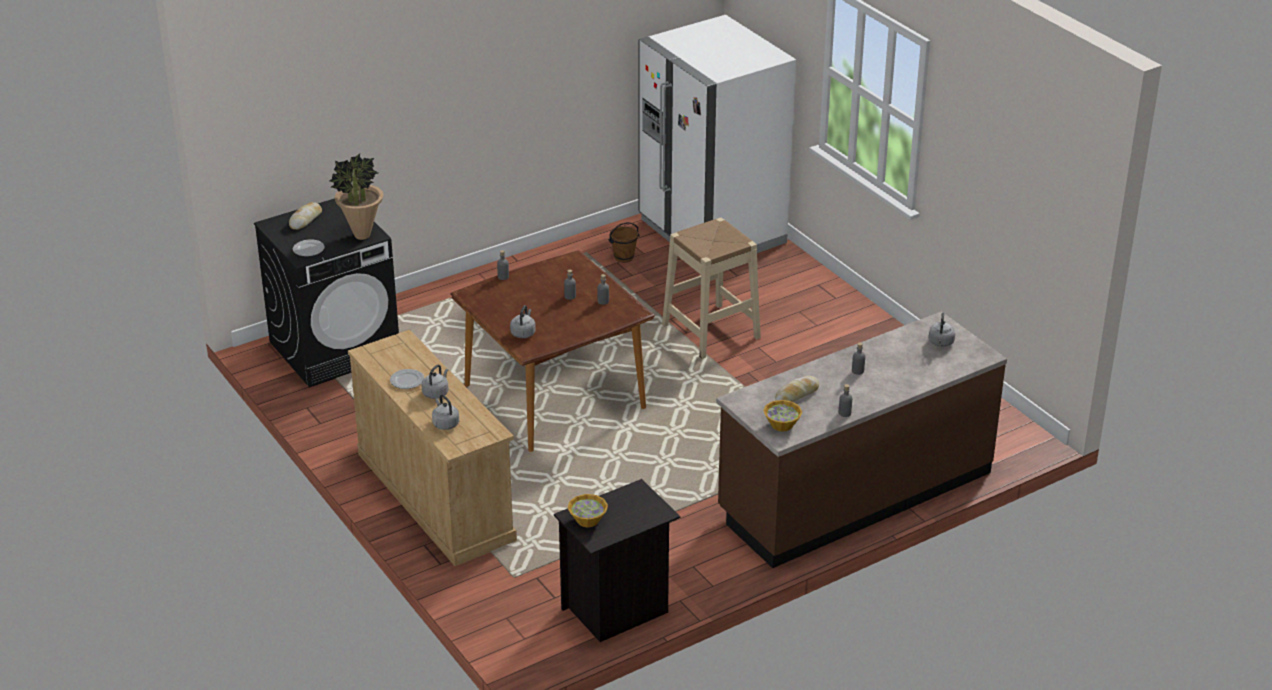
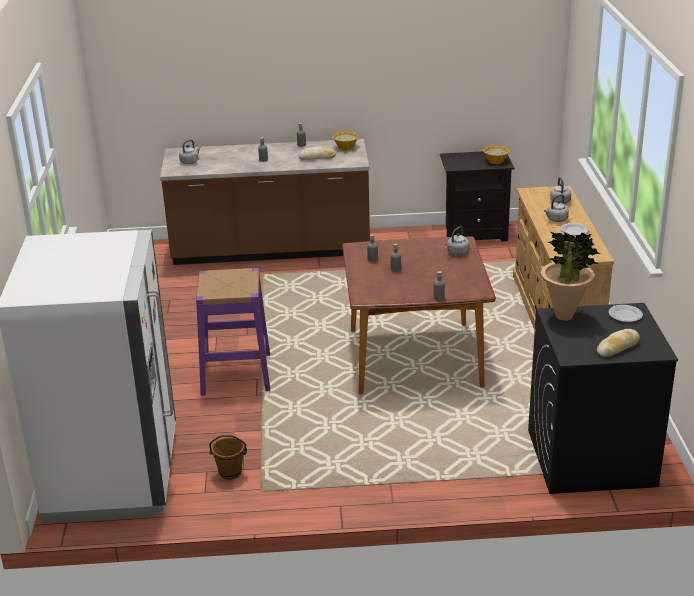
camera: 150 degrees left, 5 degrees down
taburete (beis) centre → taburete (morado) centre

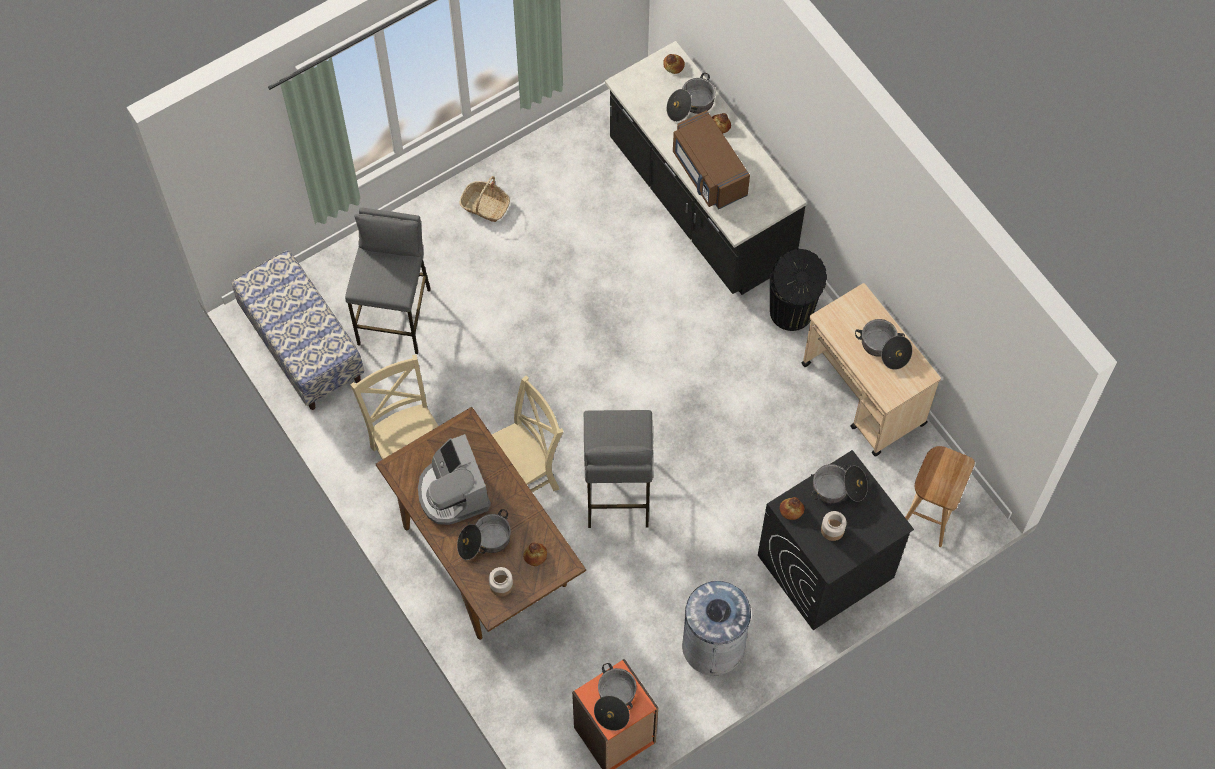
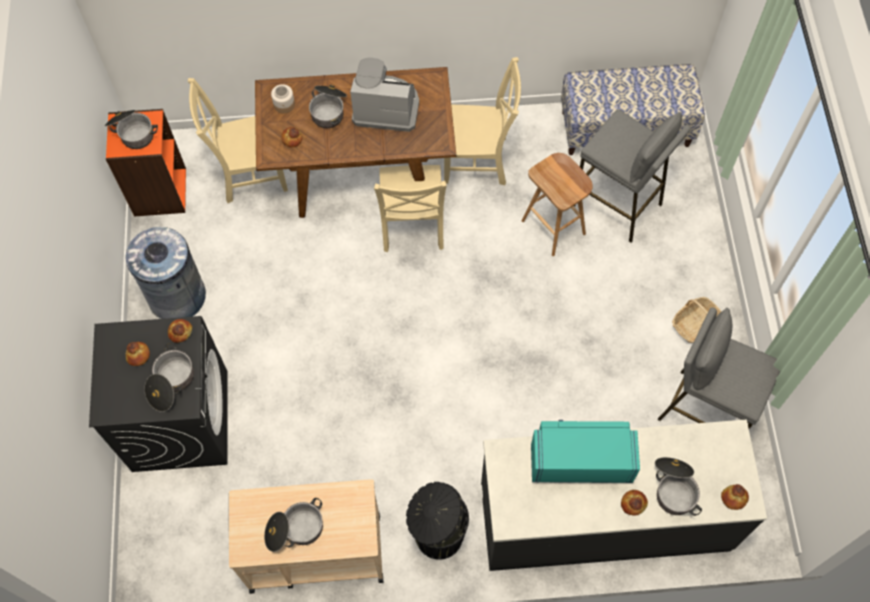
camera: 120 degrees right, 0 degrees up
tarro (no. 2 from left) bottom right → pan (no. 1 from left) middle left
- → silla (beis) (no. 1 from left) top left
taburete (marrón) middle right → taburete (marrón) centre, shifted
microondas (marrón) top centre → microondas (turquesa) bottom right
taburete (gris) (no. 2 from left) centre → taburete (gris) (no. 2 from left) middle right, shifted

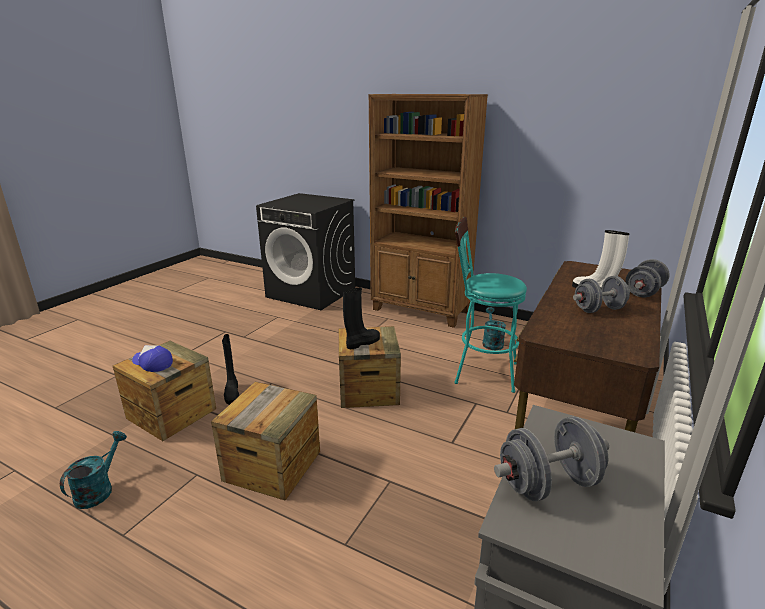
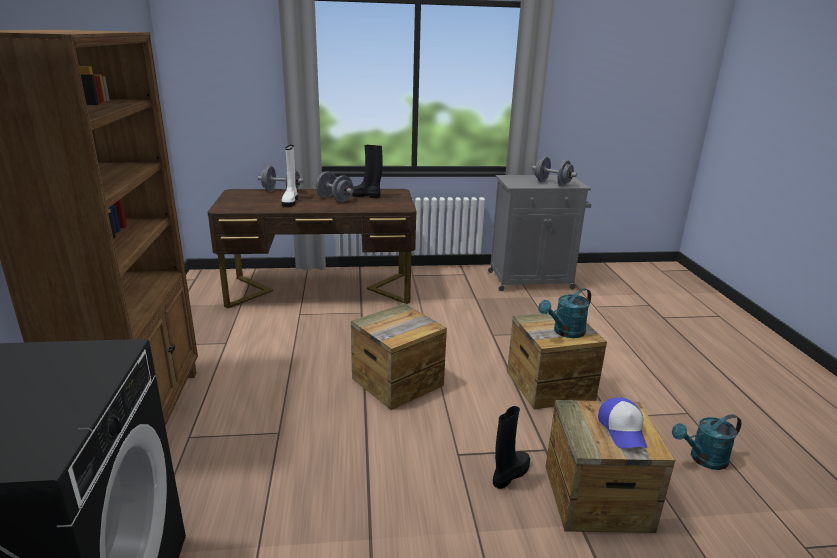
camera: 125 degrees left, 0 degrees up
bota (negro) (no. 2 from left in the first image) centre → bota (negro) (no. 1 from left) top centre, shifted
regadera (turquesa) (no. 2 from left in the first image) centre → regadera (turquesa) (no. 1 from left) middle right, shifted
taburete (turquesa) centre → -

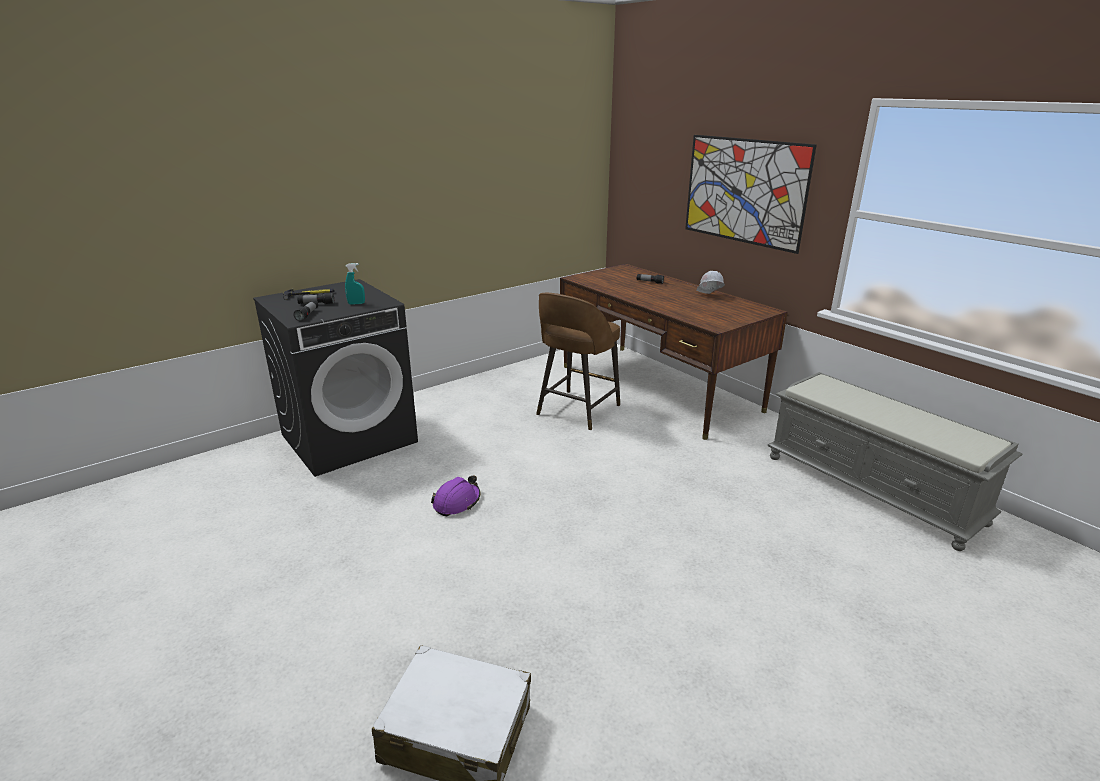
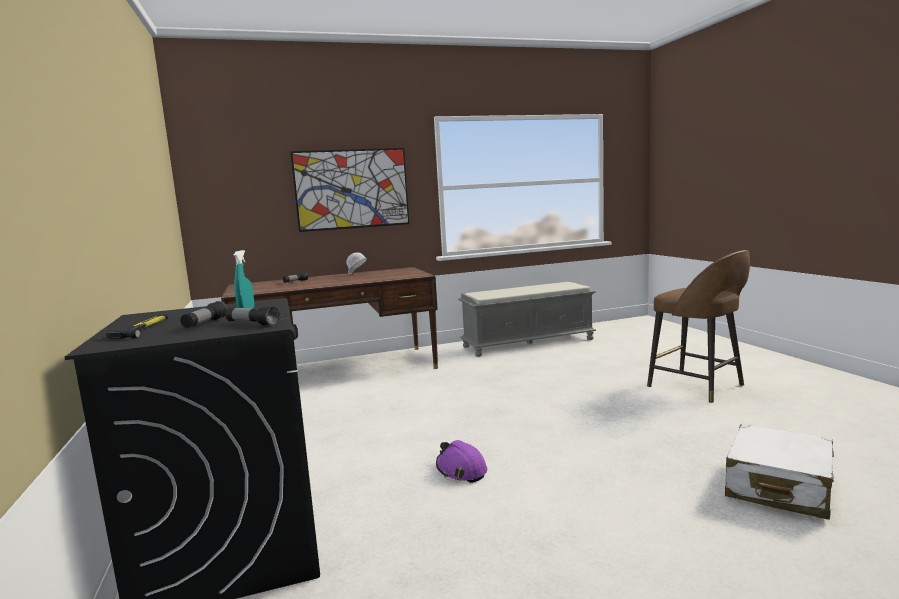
camera: 70 degrees left, 15 degrees down
taburete (marrón) centre → taburete (marrón) middle right, shifted

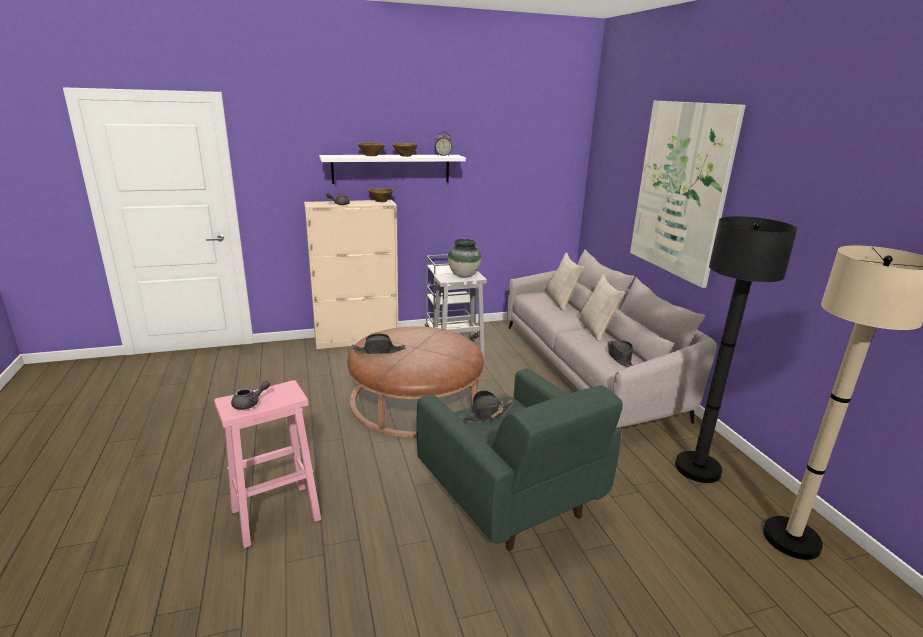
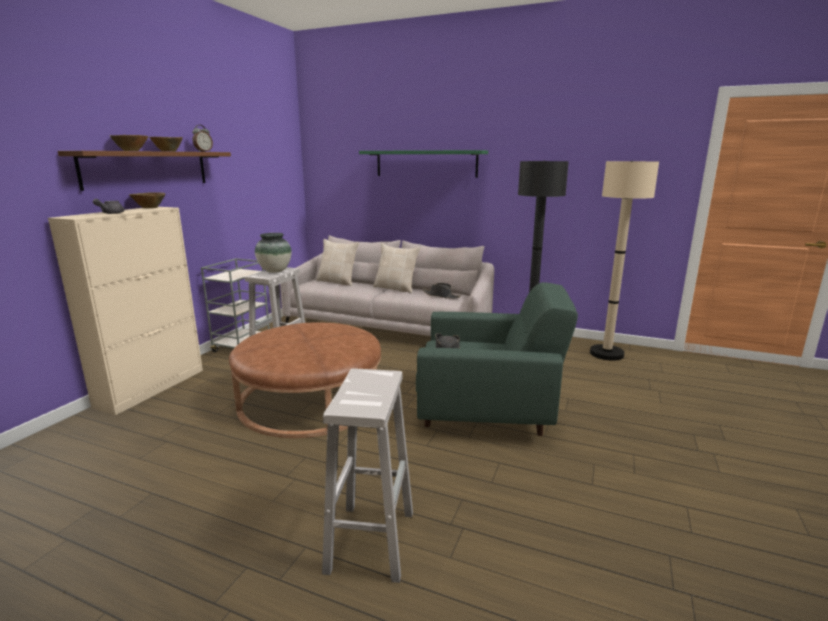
camera: 50 degrees left, 5 degrees down
estante (blanco) top centre → estante (marrón) top left
taburete (rosa) bottom left → taburete (blanco) (no. 2 from left) bottom centre
cuadro top right → estante (verde) top centre
tetera (gris) (no. 1 from left) middle left → -
sombrero (negro) (no. 1 from left) centre → -

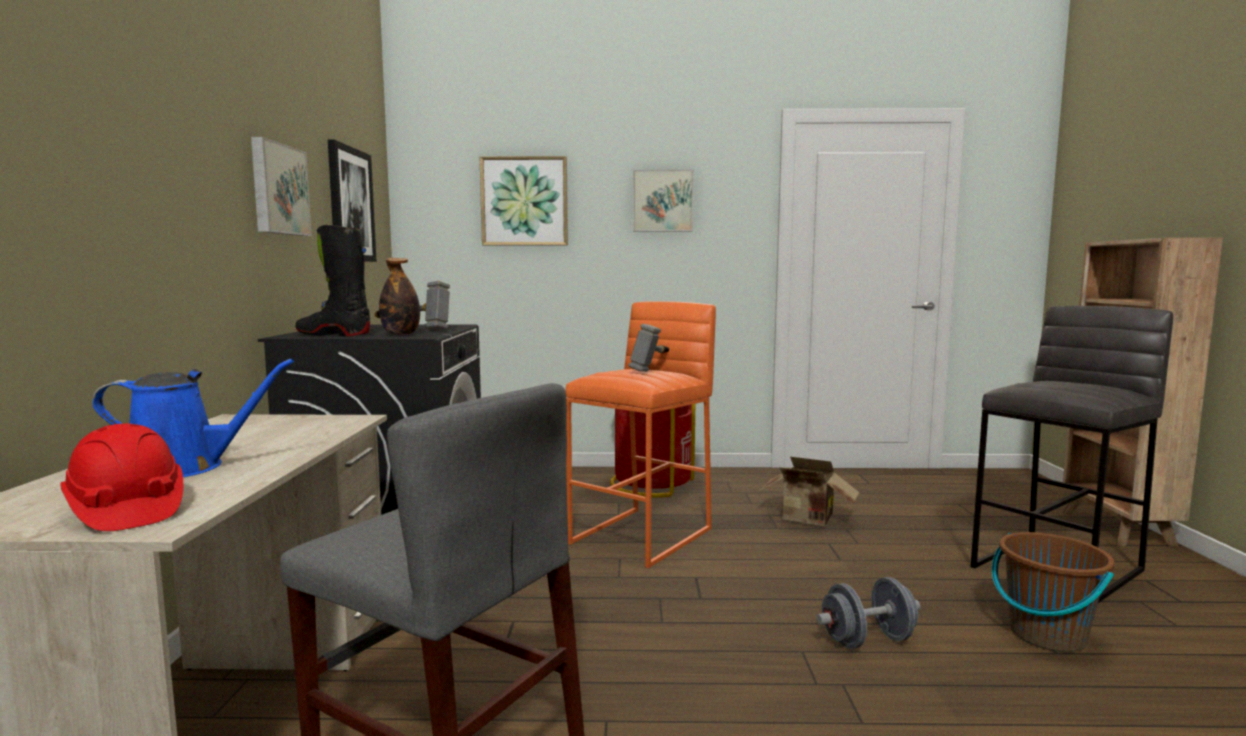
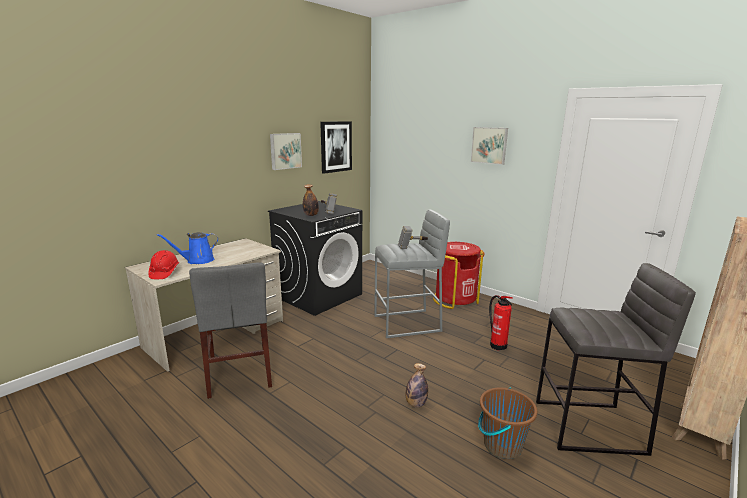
camera: 40 degrees right, 10 degrees up
regadera (azul) middle left, 120 degrees clockwise
taburete (naranja) centre → taburete (gris) (no. 1 from left) centre
mancuerna (gris) bottom right → botella (no. 2 from left) bottom centre
caja de cartón bottom centre → extintor middle right
bota (negro) middle left → -
cuadro (no. 3 from left) top centre → -

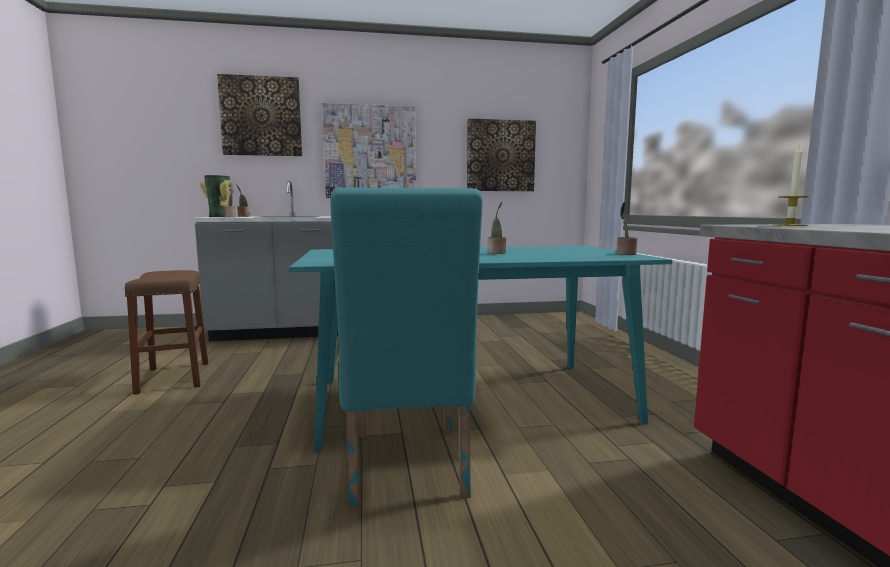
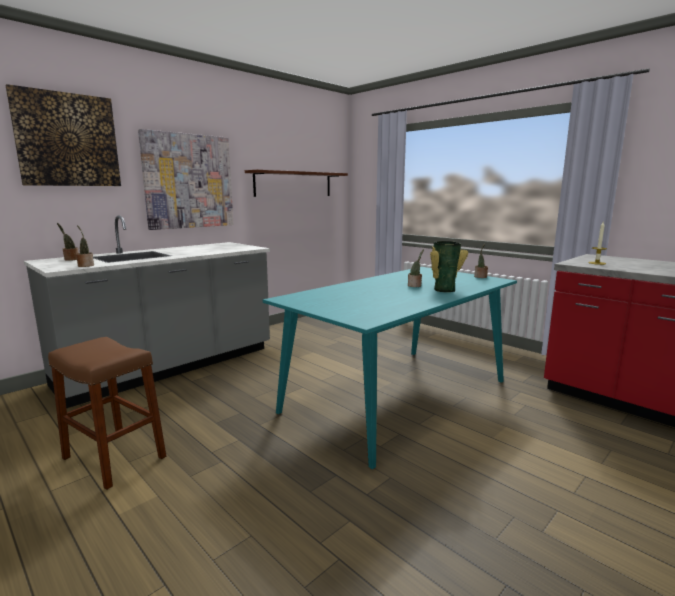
camera: 35 degrees left, 5 degrees up
cuadro (no. 3 from left) top centre → estante (marrón) top centre
florero middle left → florero centre, shifted
silla (turquesa) centre → -

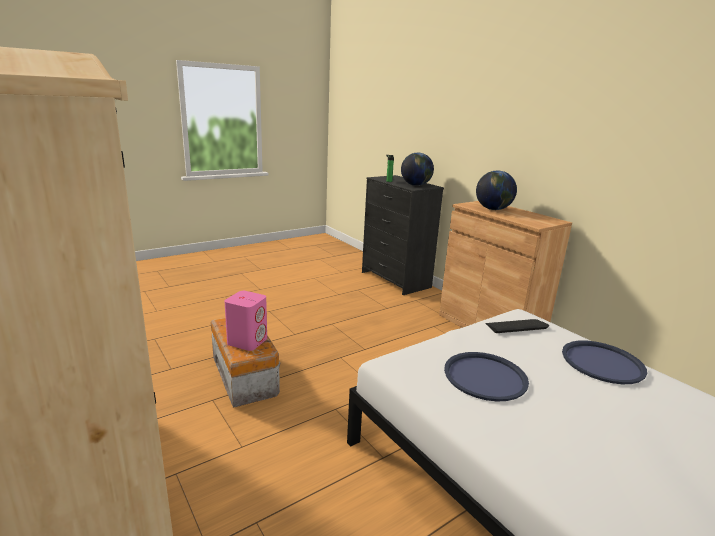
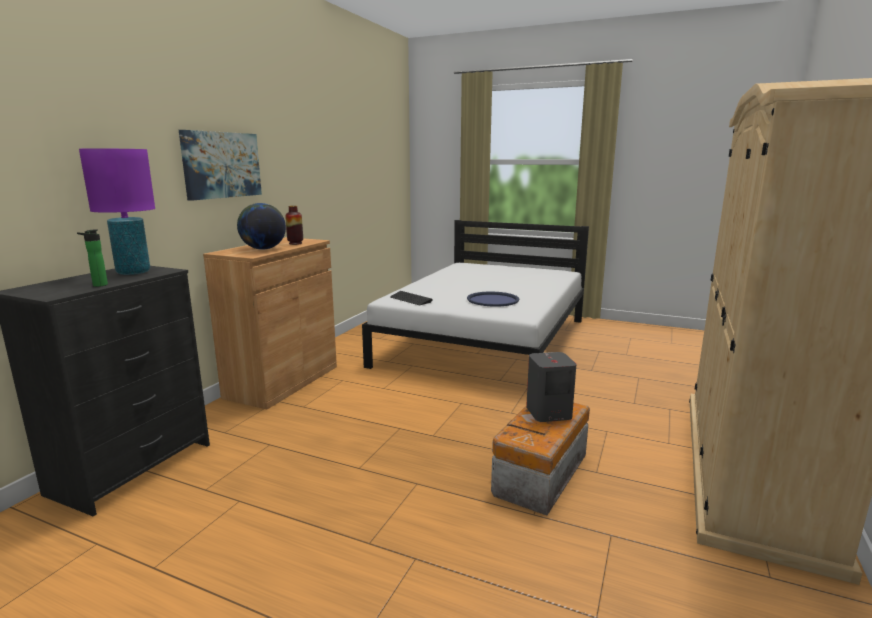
camera: 120 degrees left, 5 degrees down
globo terráqueo (no. 1 from left) top centre → lámpara de mesa (morado) middle left
- → cuadro top left
- → florero centre
altavoz (rosa) centre → altavoz (gris) centre
bandeja (azul) (no. 2 from left) bottom right → -

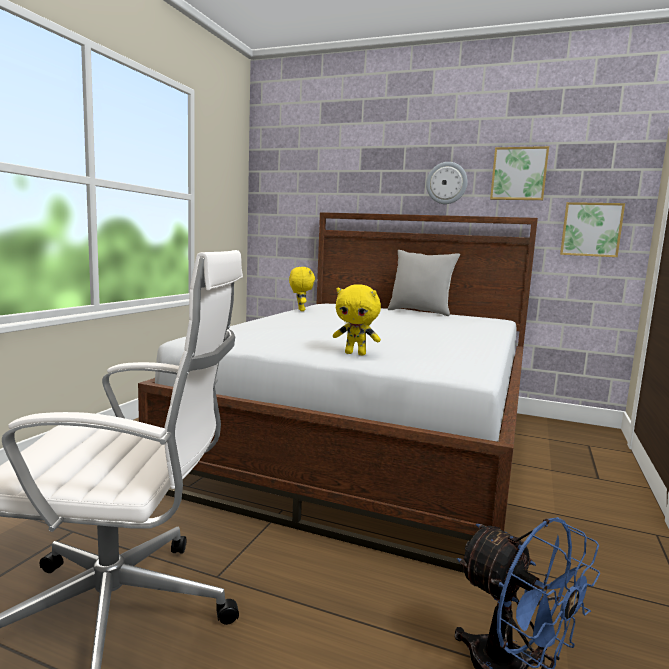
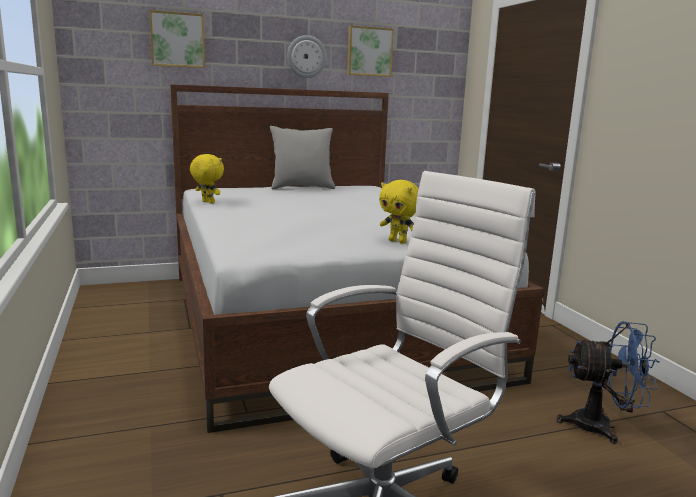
camera: 40 degrees left, 5 degrees up
cuadro (no. 2 from left in the first image) middle right → cuadro (no. 1 from left) top left, shifted
peluche (amarillo) (no. 2 from left) centre, 60 degrees clockwise

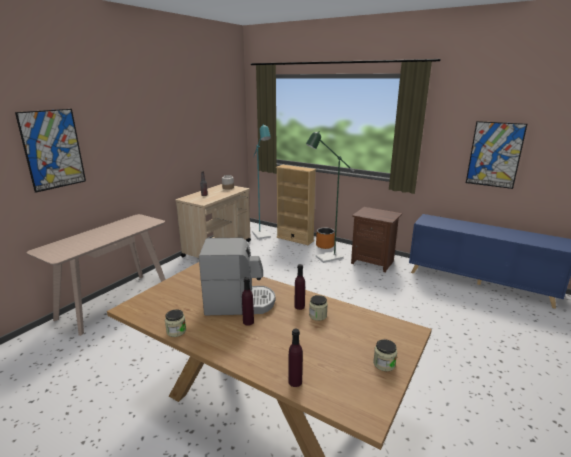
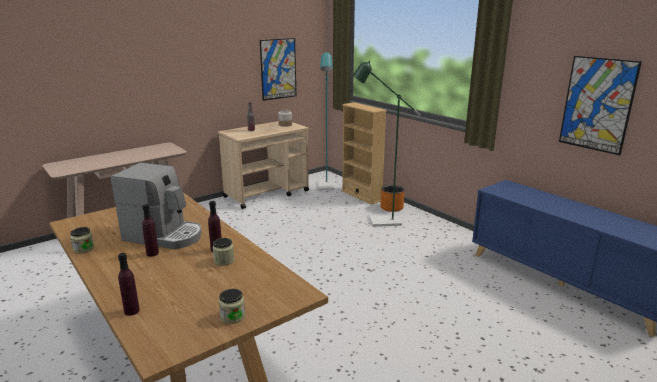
camera: 20 degrees right, 0 degrees up
cuadro (no. 1 from left) top left → cuadro (no. 1 from left) top centre, shifted
mesita de noche (marrón) centre → -

